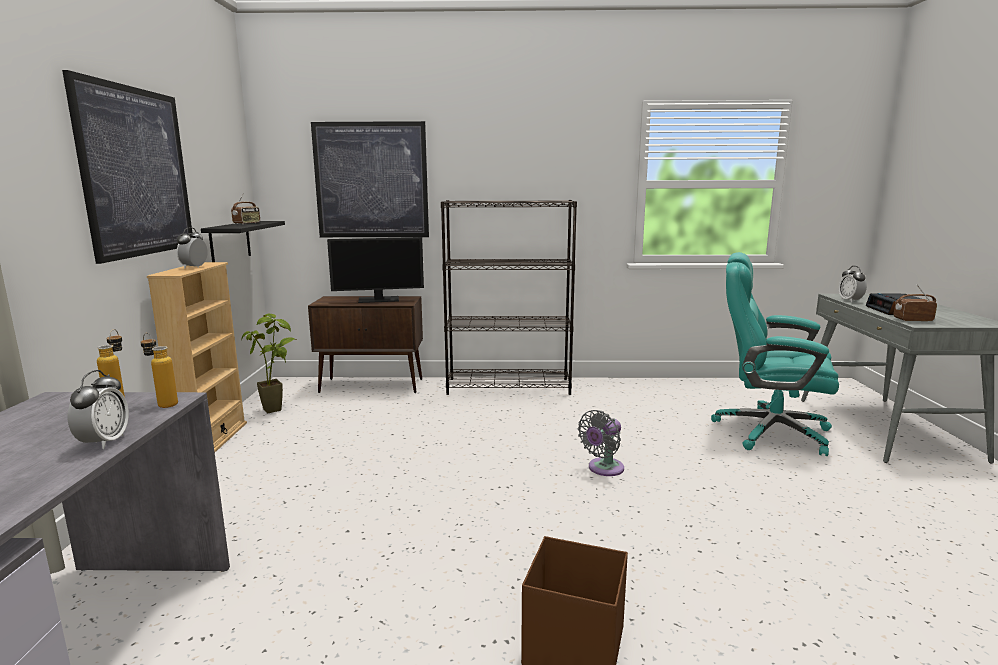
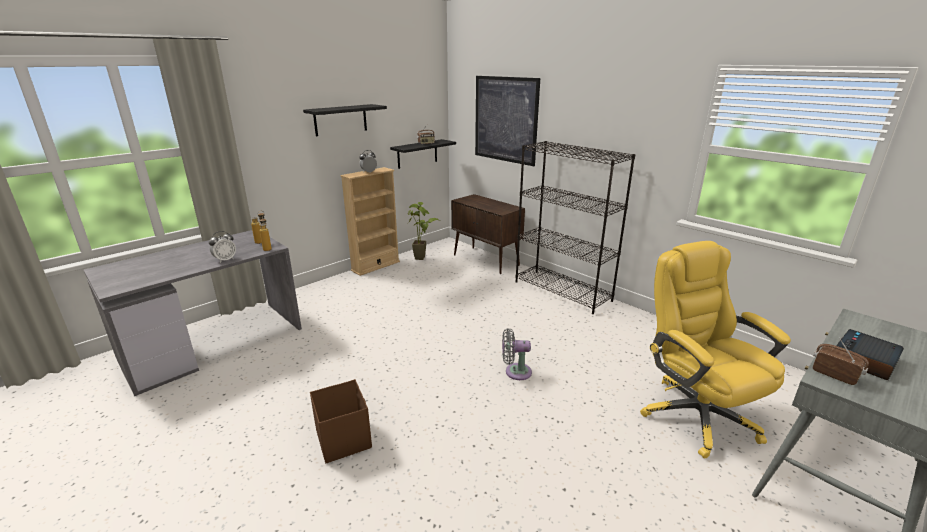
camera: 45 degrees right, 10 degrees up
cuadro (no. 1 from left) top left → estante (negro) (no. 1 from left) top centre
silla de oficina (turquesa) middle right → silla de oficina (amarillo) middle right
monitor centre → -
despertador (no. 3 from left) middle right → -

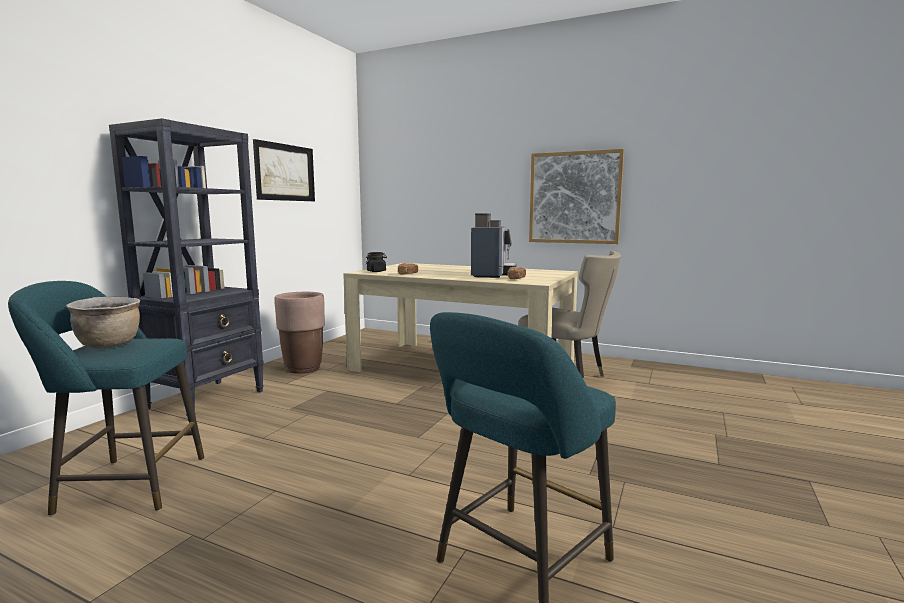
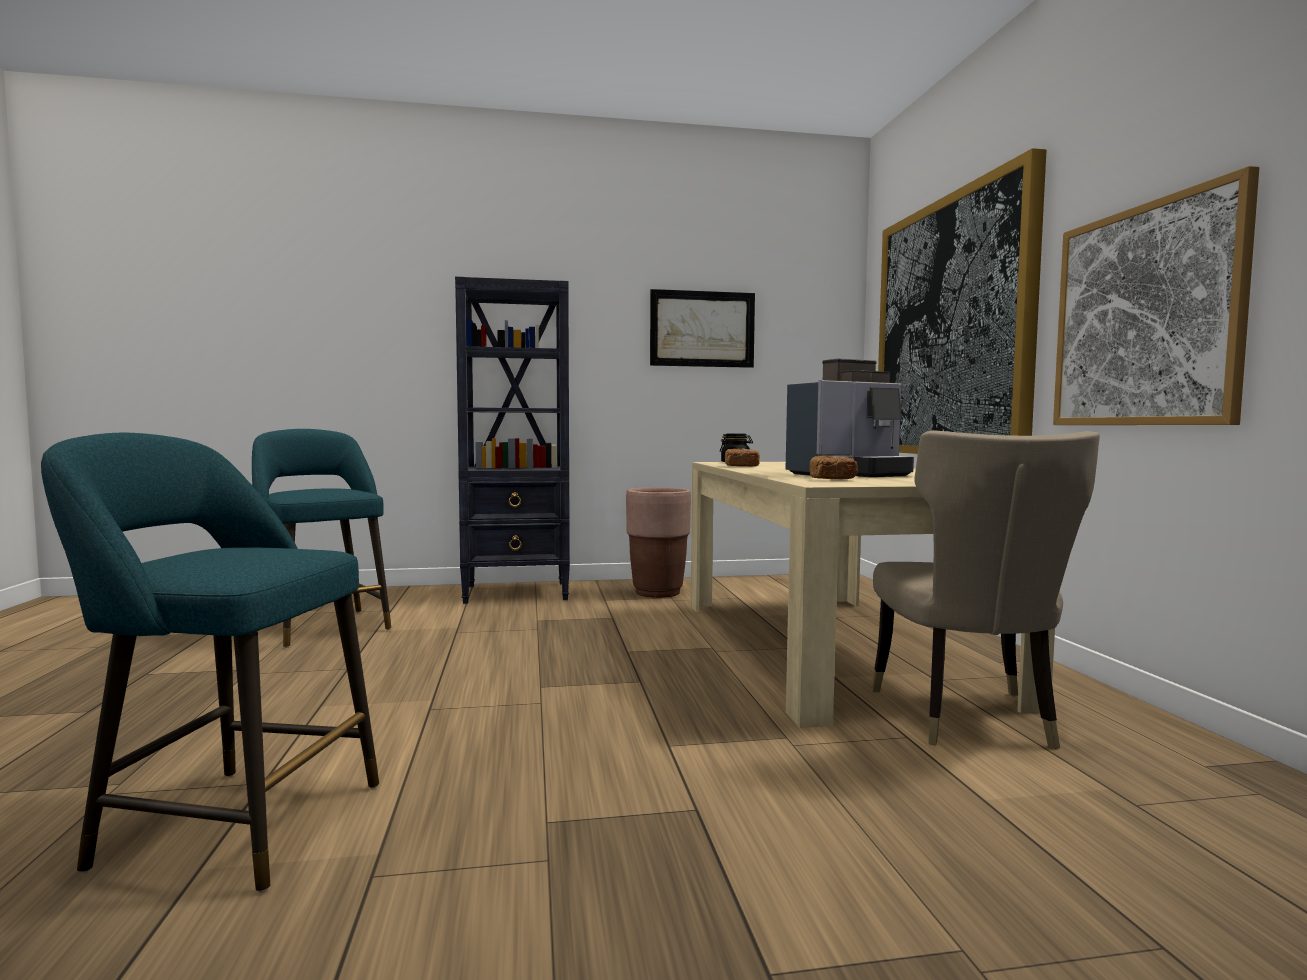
camera: 55 degrees right, 5 degrees down
- → cuadro (no. 2 from left) top right
olla (marrón) middle left → -

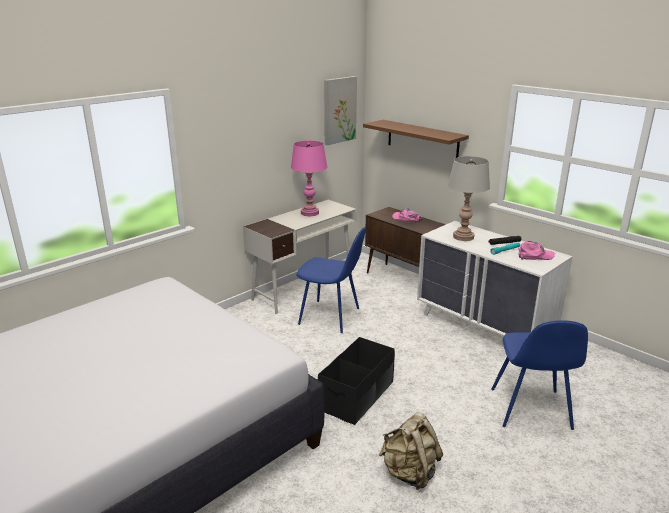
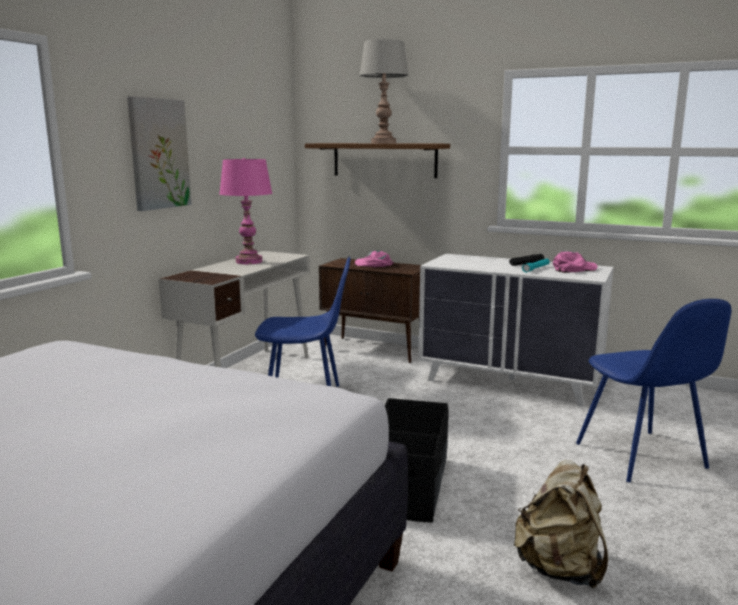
camera: 20 degrees left, 10 degrees down
cuadro top centre → cuadro top left, shifted
lámpara de mesa (gris) middle right → lámpara de mesa (gris) top centre, shifted

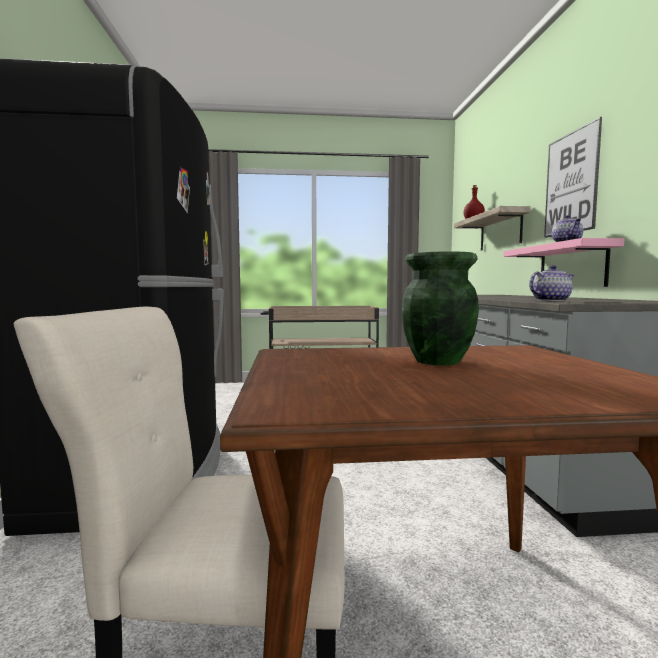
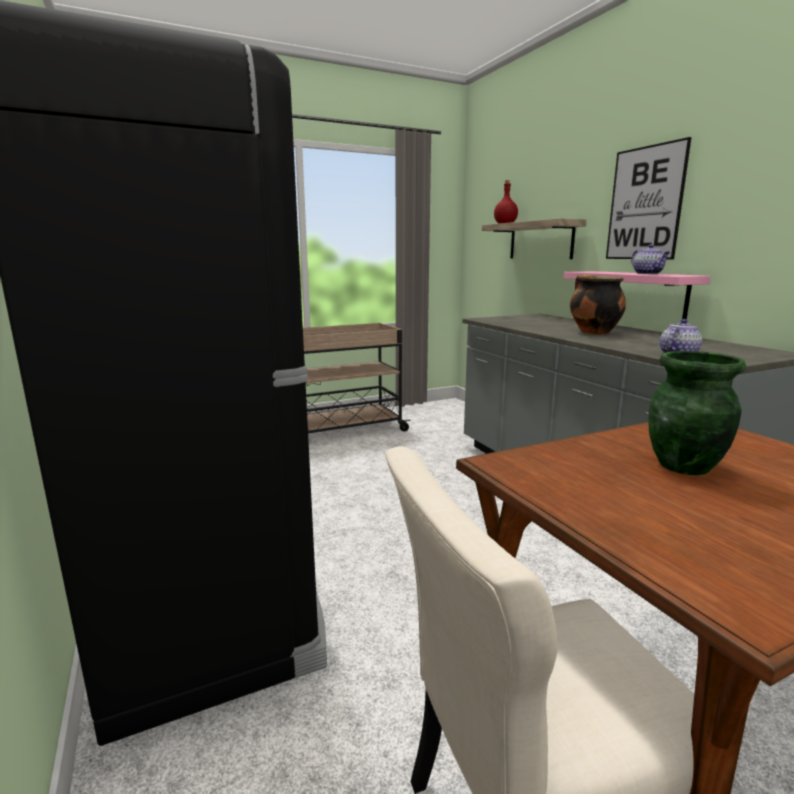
camera: 20 degrees left, 10 degrees up
- → olla middle right

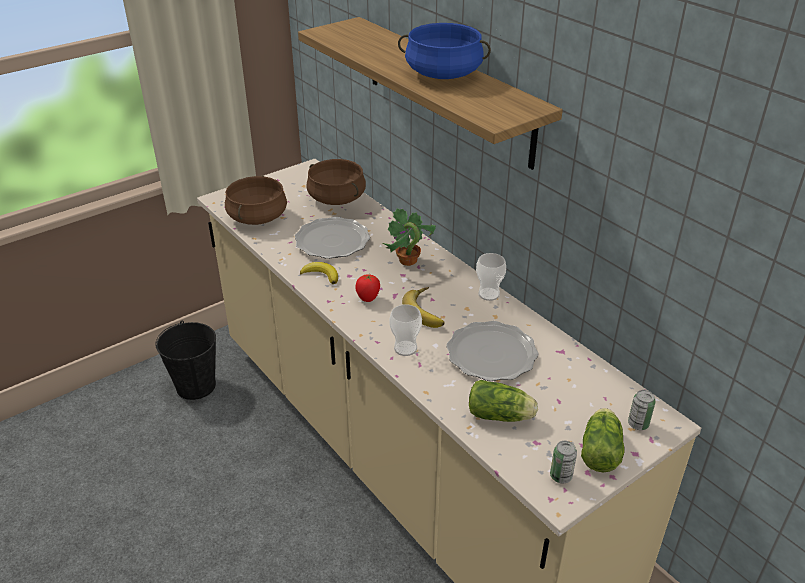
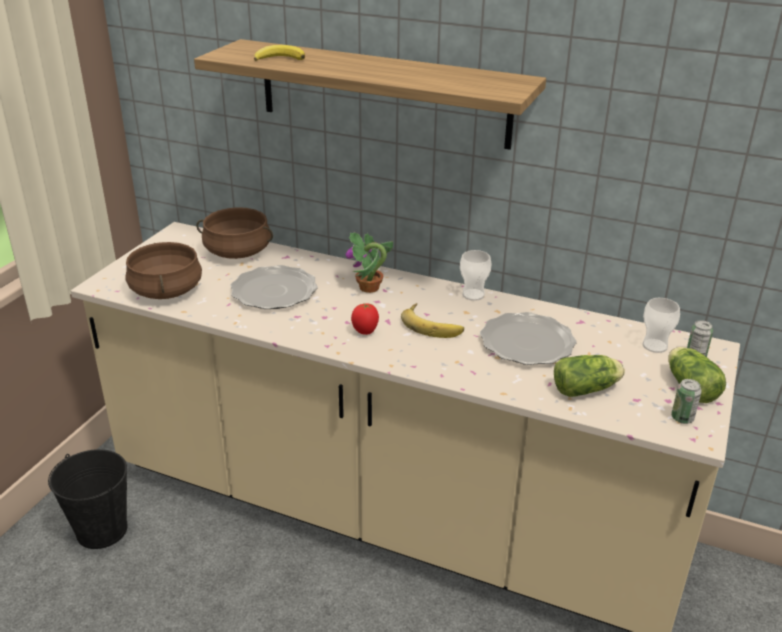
camera: 30 degrees left, 5 degrees down
plátano (no. 1 from left) centre → plátano (no. 1 from left) top centre, shifted
taza (no. 1 from left in the first image) centre → taza (no. 2 from left) middle right, shifted
olla (azul) top centre → -

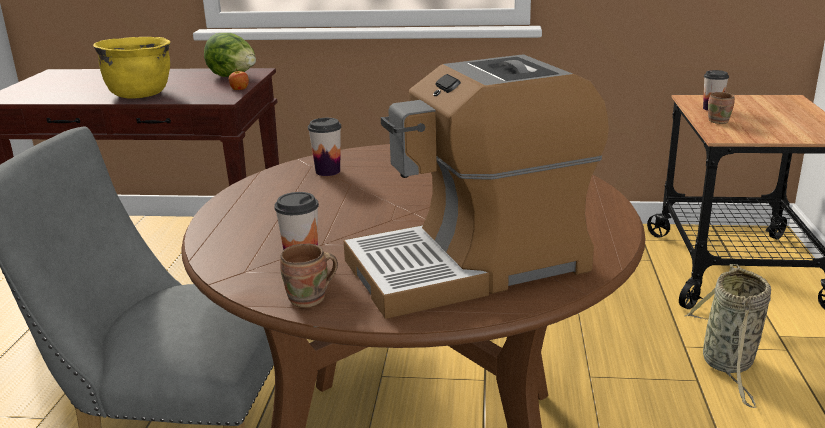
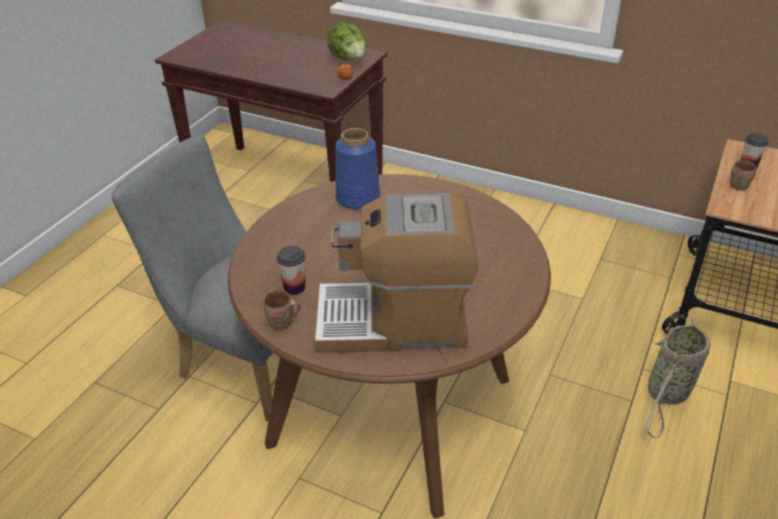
camera: 20 degrees right, 15 degrees up
taza (no. 2 from left) centre → florero (azul) top centre
olla (amarillo) top left → -

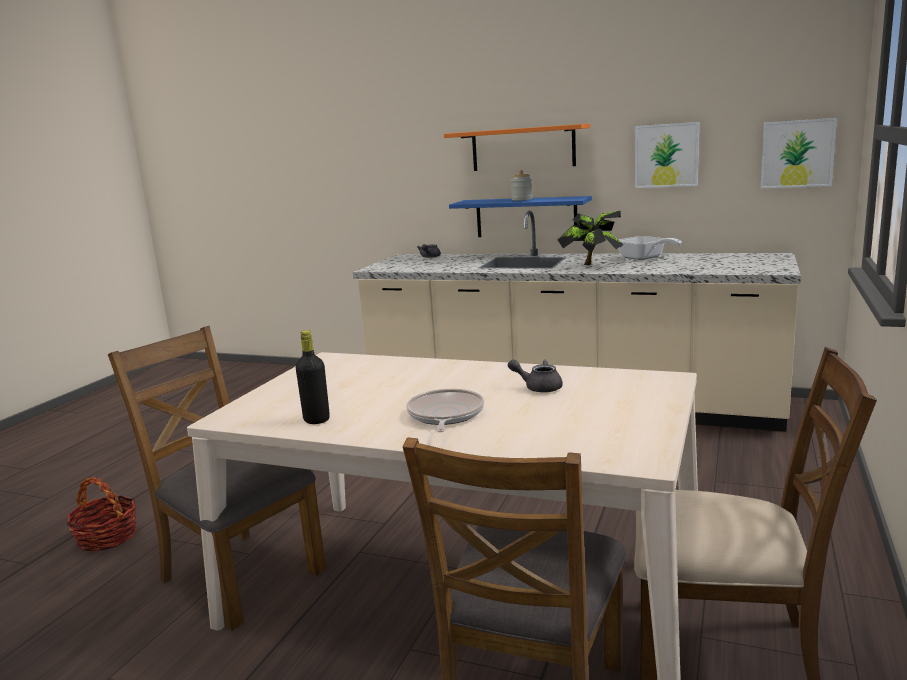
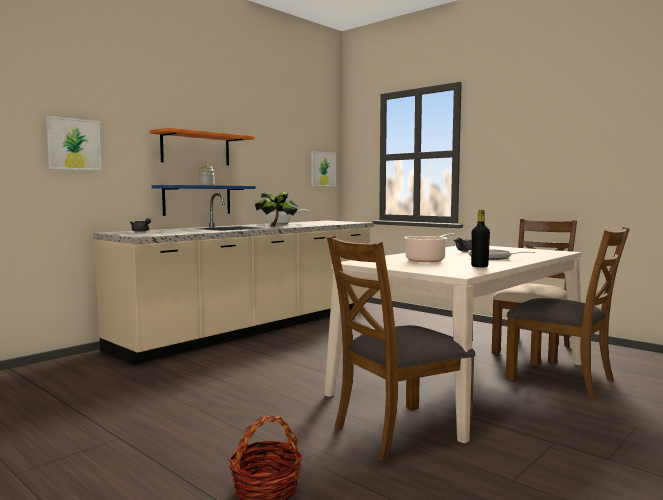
camera: 70 degrees left, 10 degrees down
cuadro (no. 1 from left) top right → cuadro (no. 1 from left) top left, shifted
- → olla centre

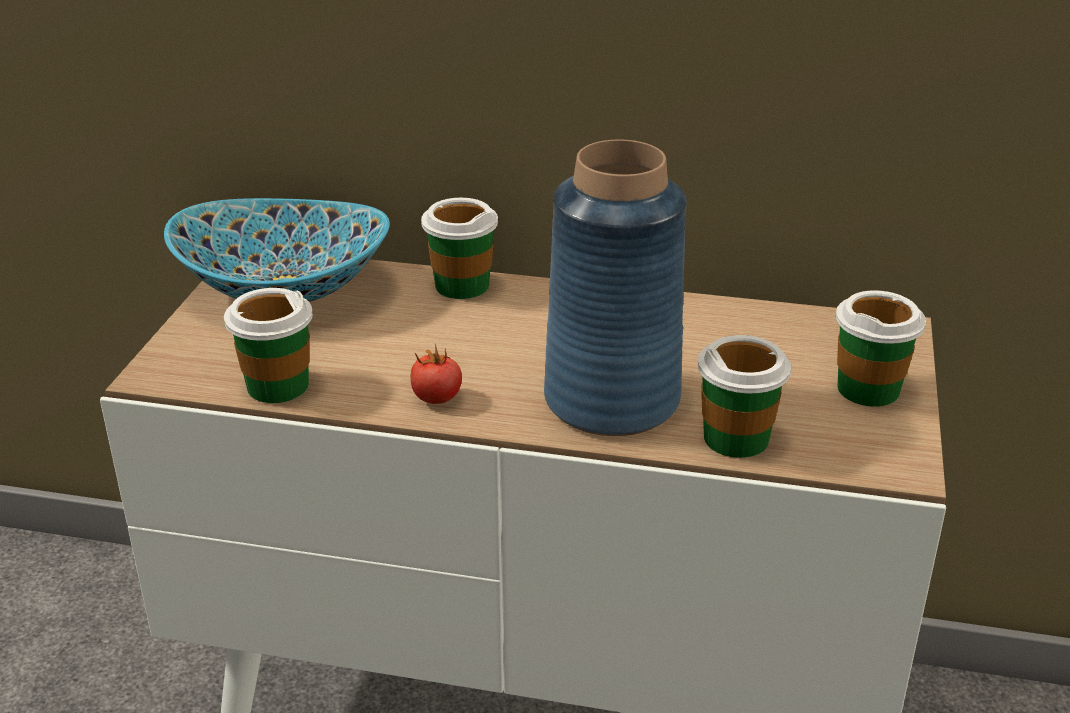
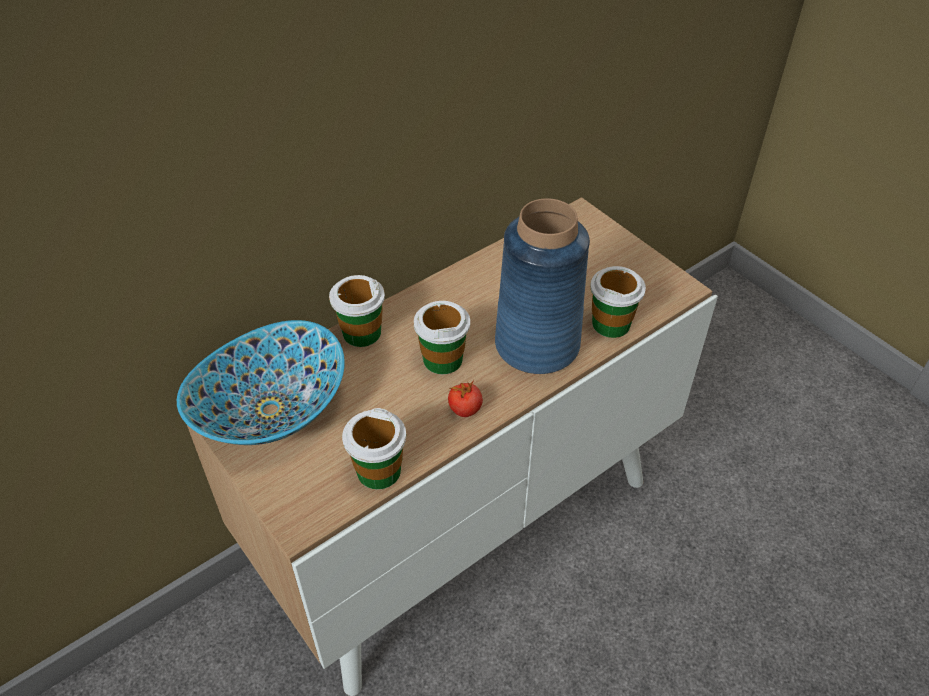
camera: 50 degrees left, 15 degrees up
taza (no. 4 from left in the first image) middle right → taza (no. 3 from left) centre, shifted

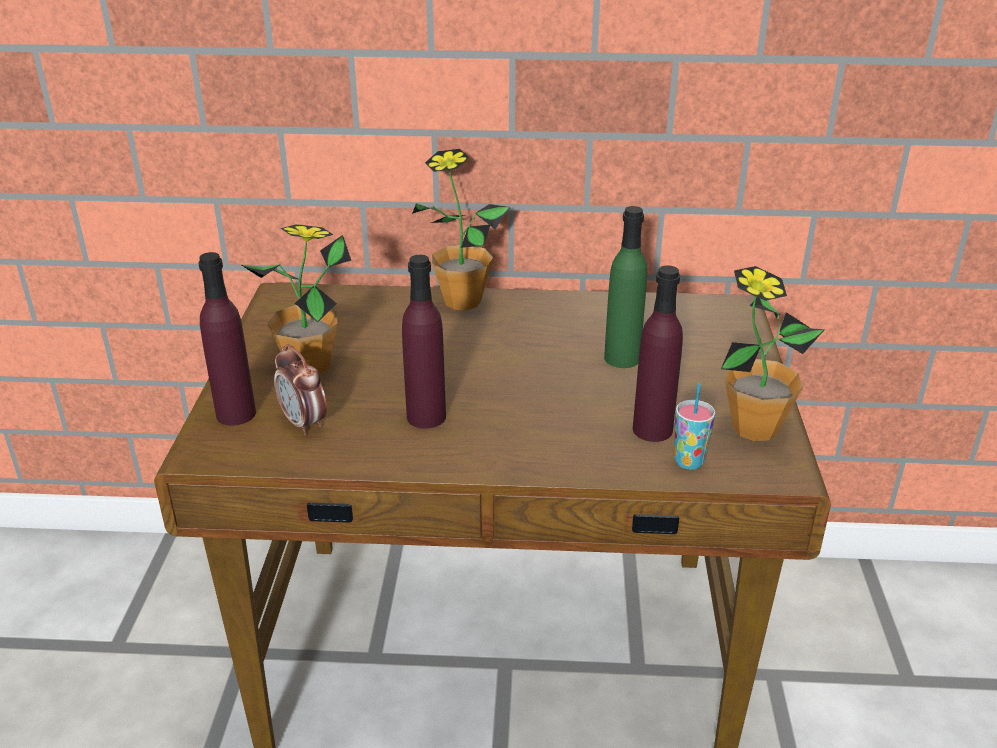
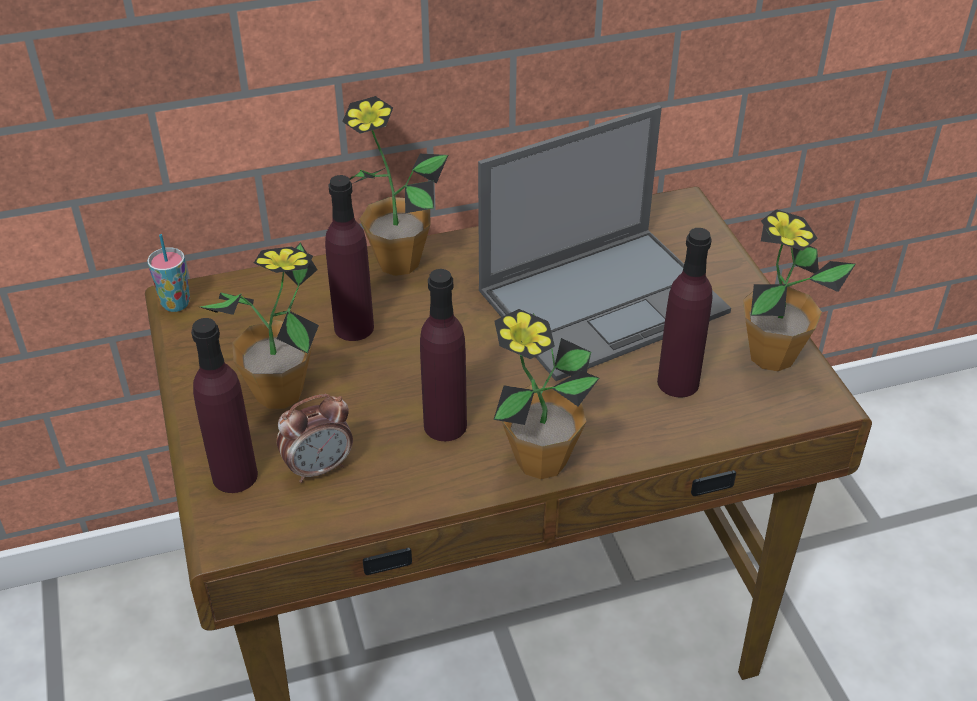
camera: 20 degrees left, 10 degrees up
taza middle right → taza middle left, shifted
despertador middle left, 60 degrees counterclockwise
- → botella (morado) (no. 2 from left) centre
botella (verde) centre → portátil centre
- → planta en maceta (no. 3 from left) centre

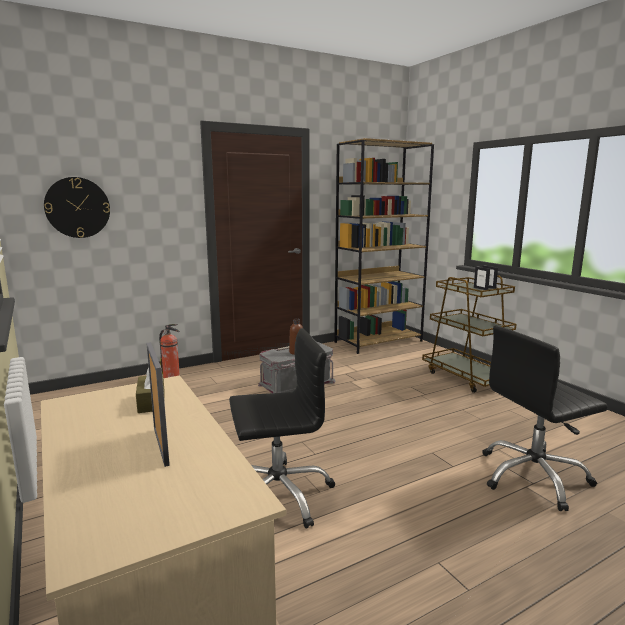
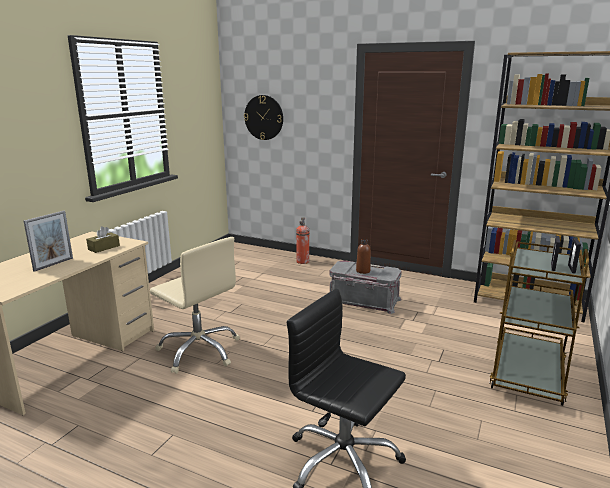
camera: 55 degrees right, 5 degrees up
silla de oficina (negro) (no. 1 from left) bottom centre → silla de oficina (beis) middle left

